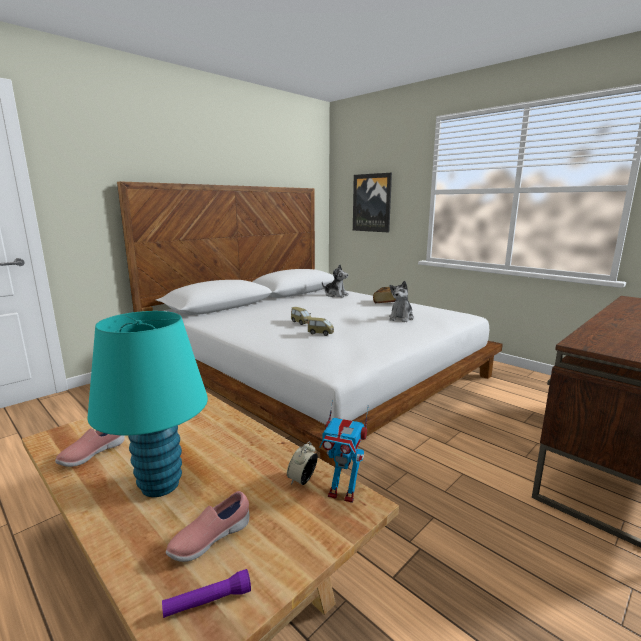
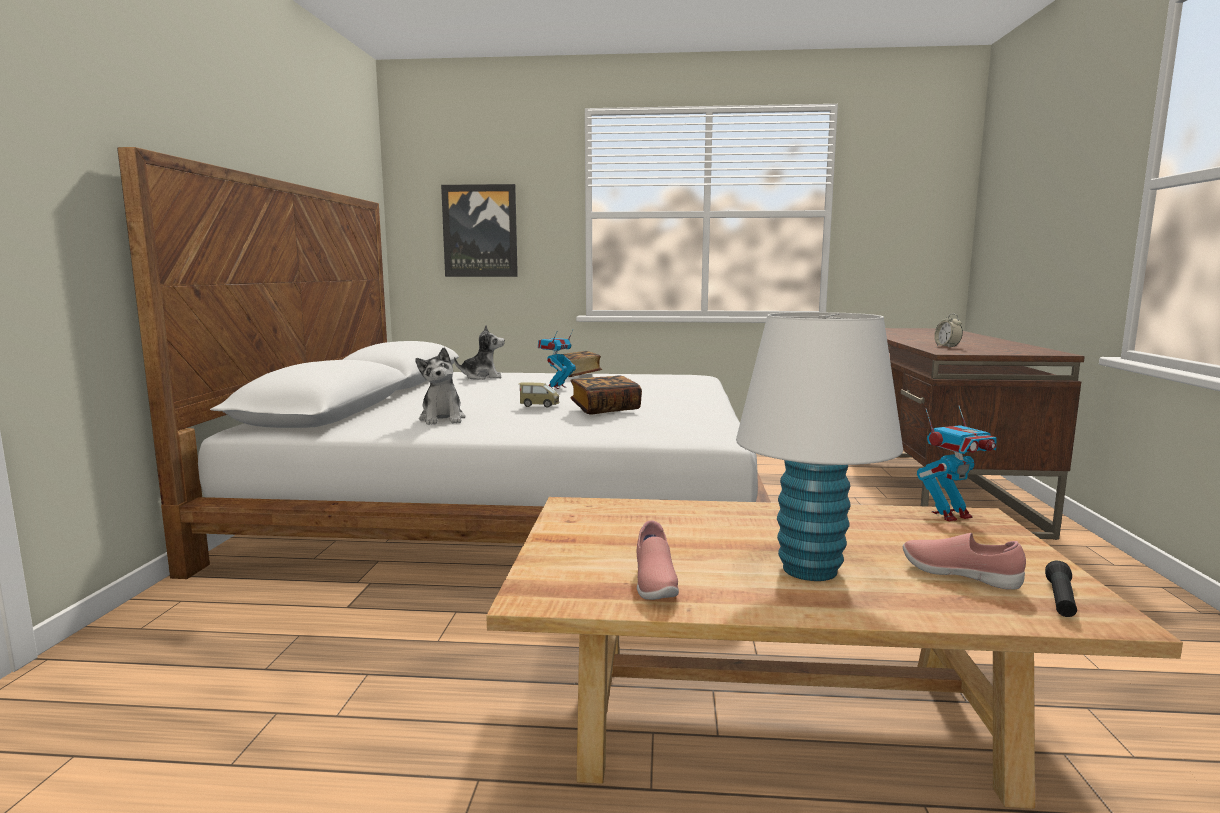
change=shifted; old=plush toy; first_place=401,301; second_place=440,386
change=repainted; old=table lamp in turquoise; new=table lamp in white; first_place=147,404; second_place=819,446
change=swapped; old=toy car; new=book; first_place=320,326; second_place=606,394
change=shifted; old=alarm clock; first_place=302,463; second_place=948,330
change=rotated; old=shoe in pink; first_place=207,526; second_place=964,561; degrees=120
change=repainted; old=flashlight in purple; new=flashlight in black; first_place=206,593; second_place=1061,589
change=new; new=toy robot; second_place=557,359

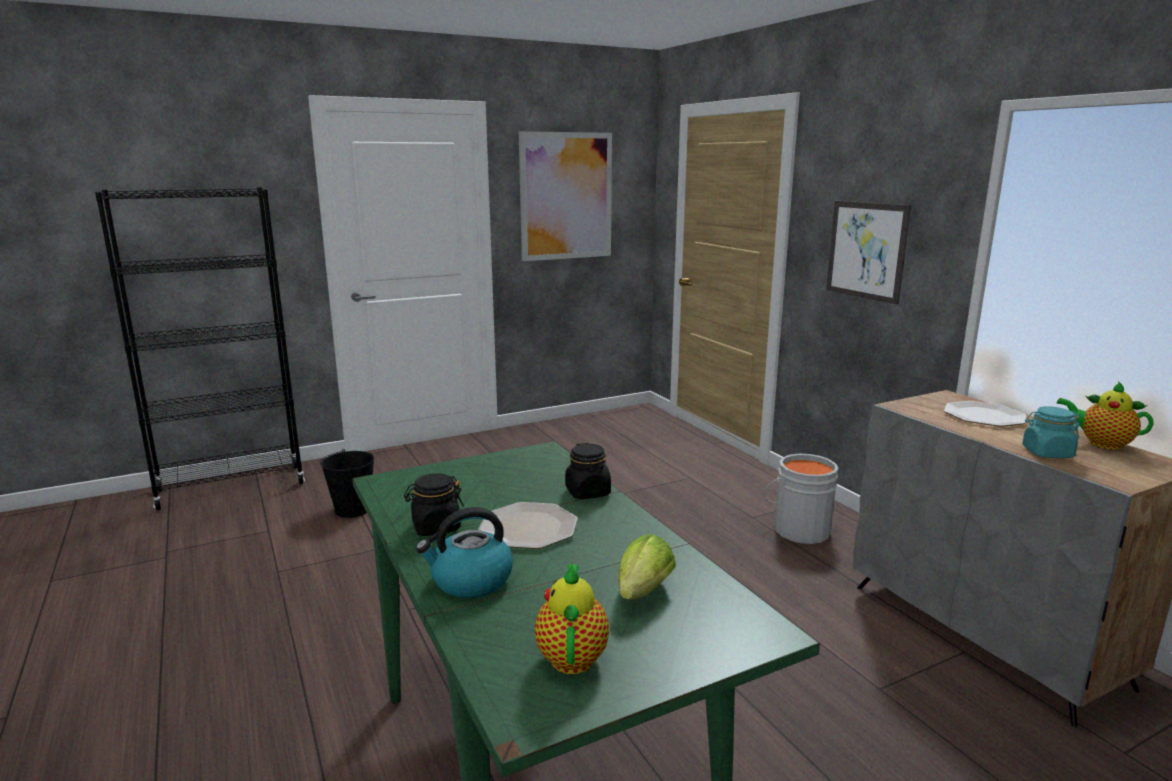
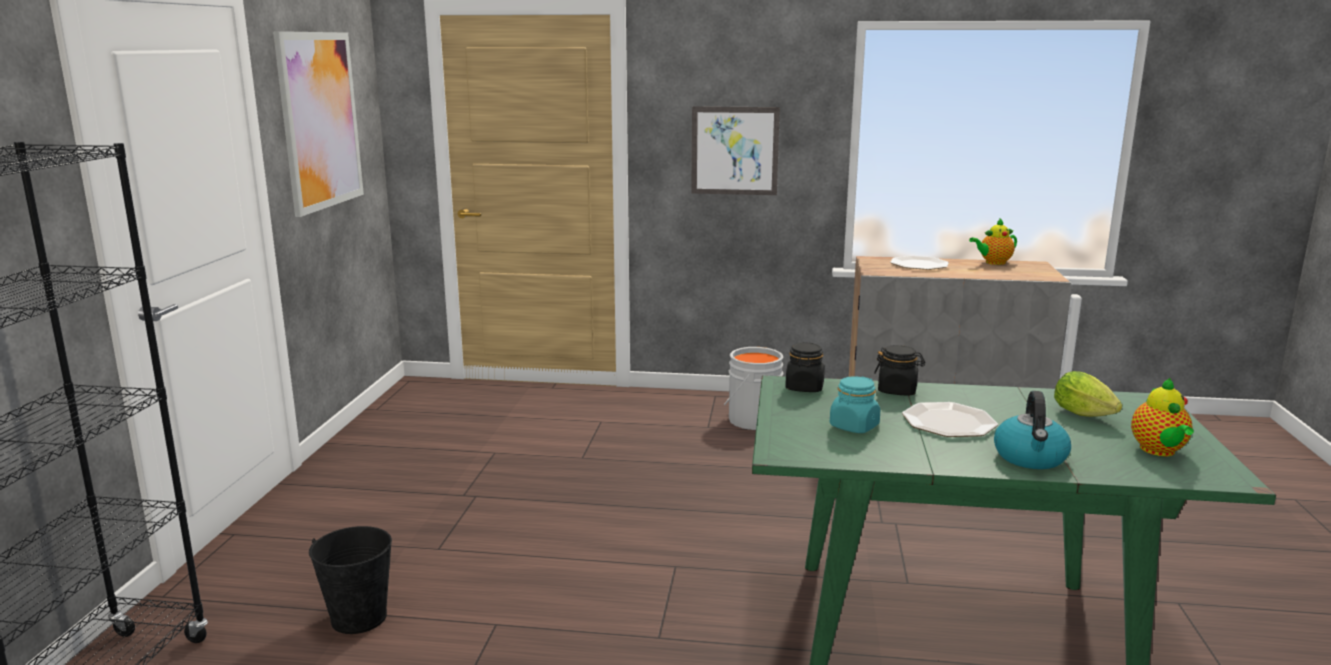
change=shifted; old=jar in turquoise; first_place=1051,432; second_place=855,404
change=shifted; old=jar in black; first_place=434,504; second_place=805,367
change=rotated; old=teapot; first_place=571,619; second_place=1162,417; degrees=-120

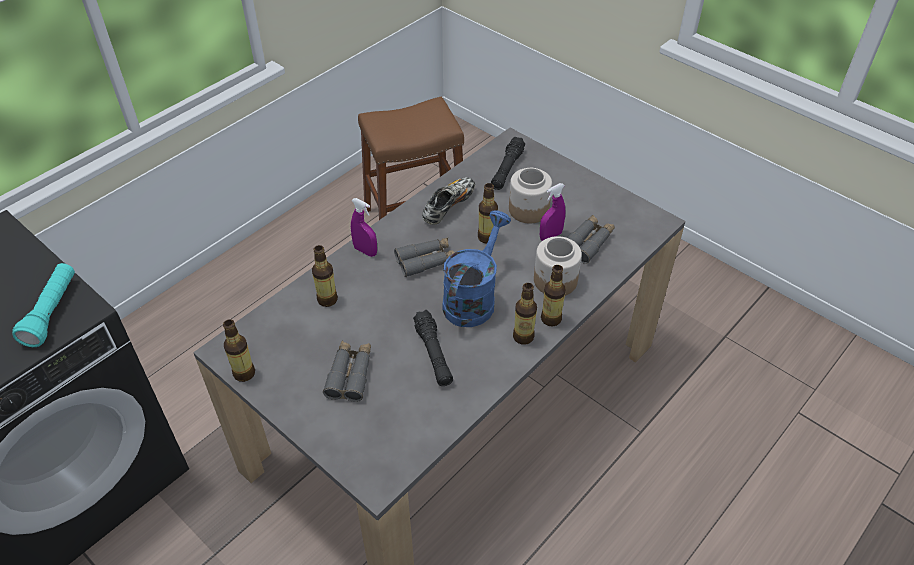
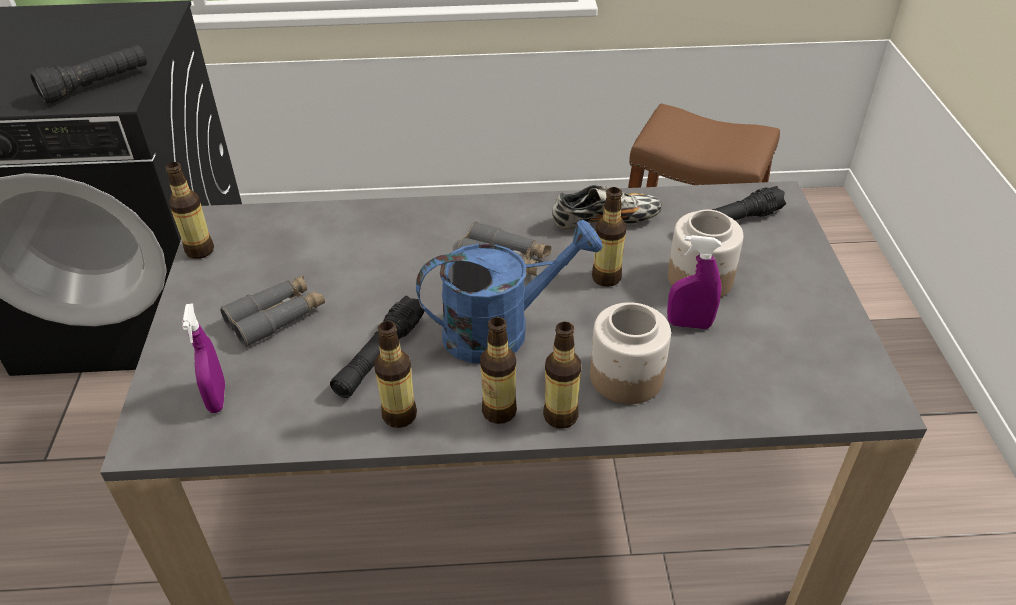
change=shifted; old=spray bottle in purple; first_place=364,227; second_place=203,358
change=gone; old=binoculars in grey; first_place=591,239
change=shifted; old=bottle; first_place=325,276; second_place=395,374
change=repainted; old=flashlight in turquoise; new=flashlight in black; first_place=43,305; second_place=88,74

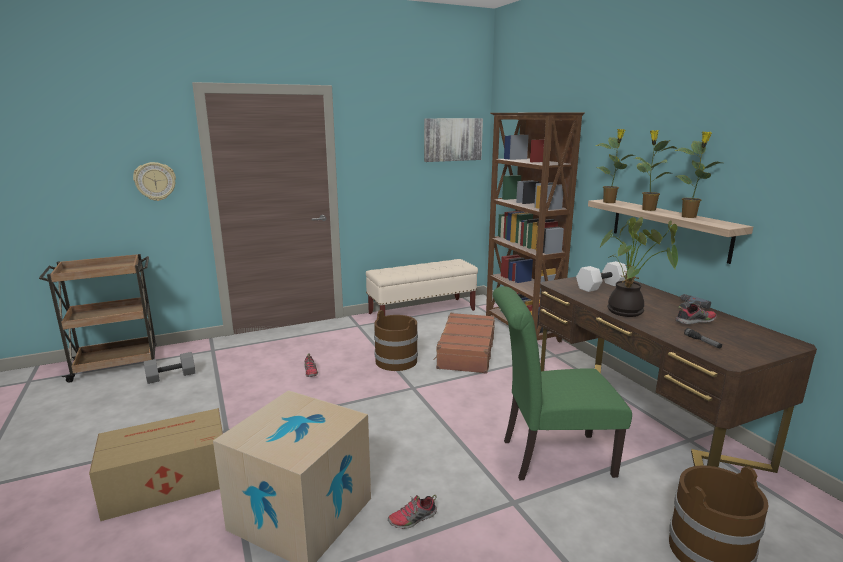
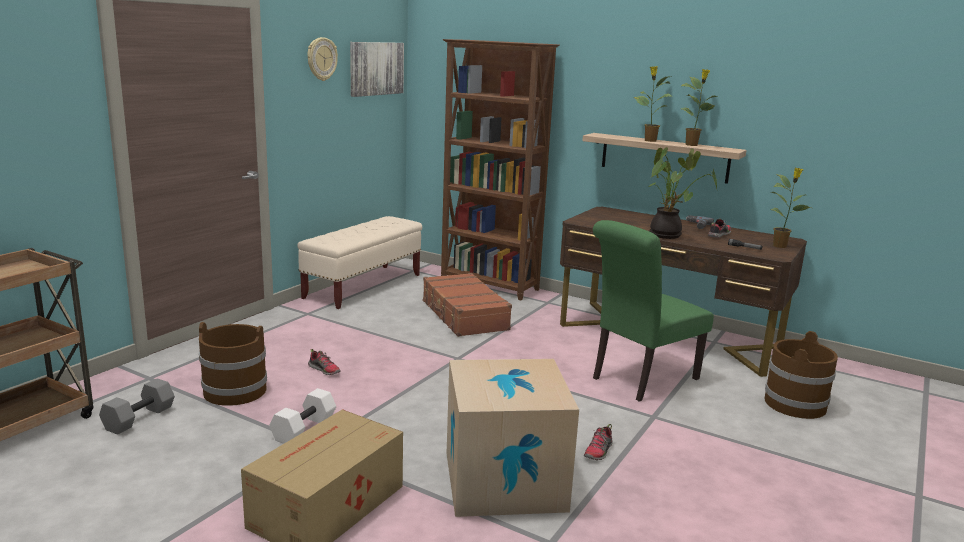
change=shifted; old=potted plant; first_place=616,166; second_place=790,208
change=shifted; old=wall clock; first_place=154,181; second_place=322,59
change=shifted; old=dumbbell in white; first_place=601,276; second_place=302,416
change=shifted; old=bucket in brown; first_place=396,340; second_place=233,364

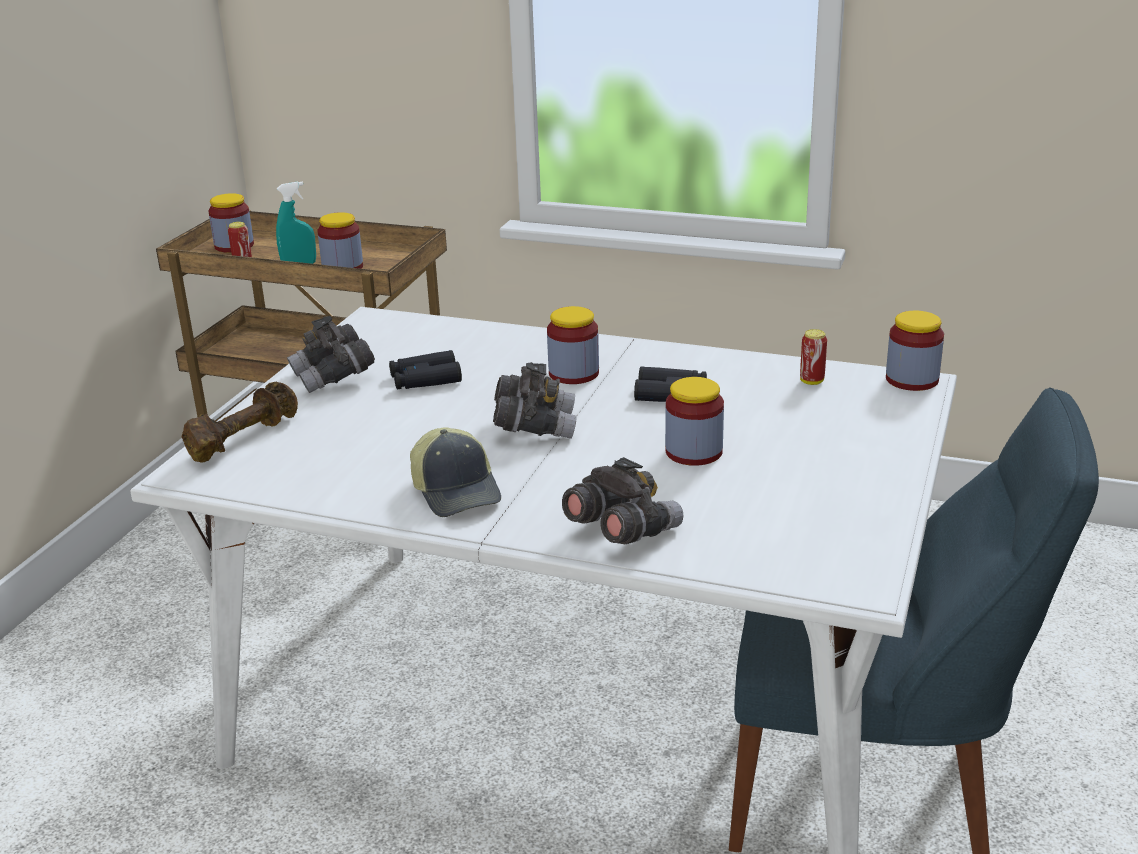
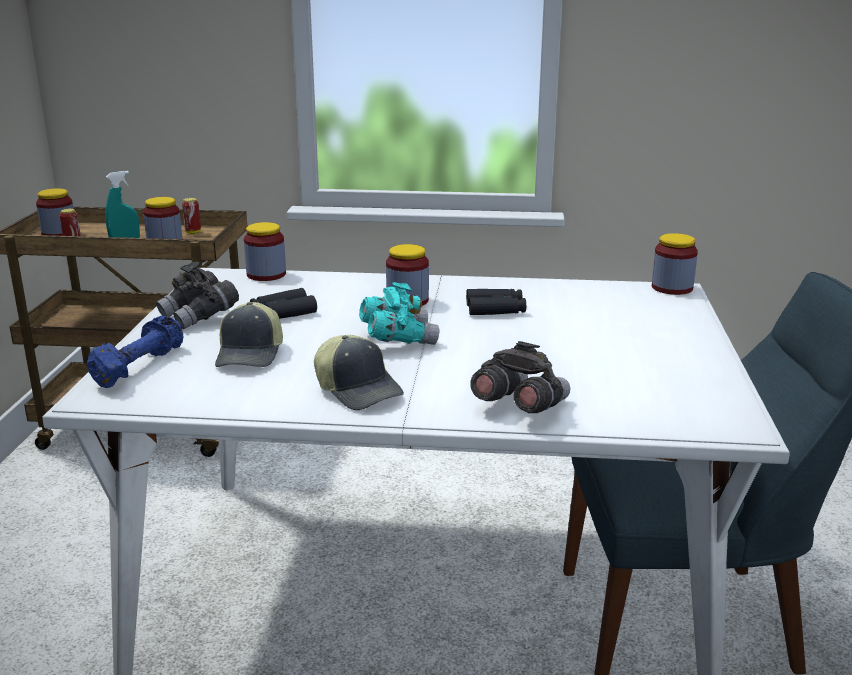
change=shifted; old=can; first_place=813,357; second_place=191,216
change=repainted; old=binoculars in grey; new=binoculars in turquoise; first_place=535,400; second_place=399,313
change=shifted; old=jar; first_place=694,421; second_place=265,251
change=repainted; old=dumbbell in brown; new=dumbbell in blue; first_place=239,422; second_place=135,351
change=new; new=cap; second_place=249,334

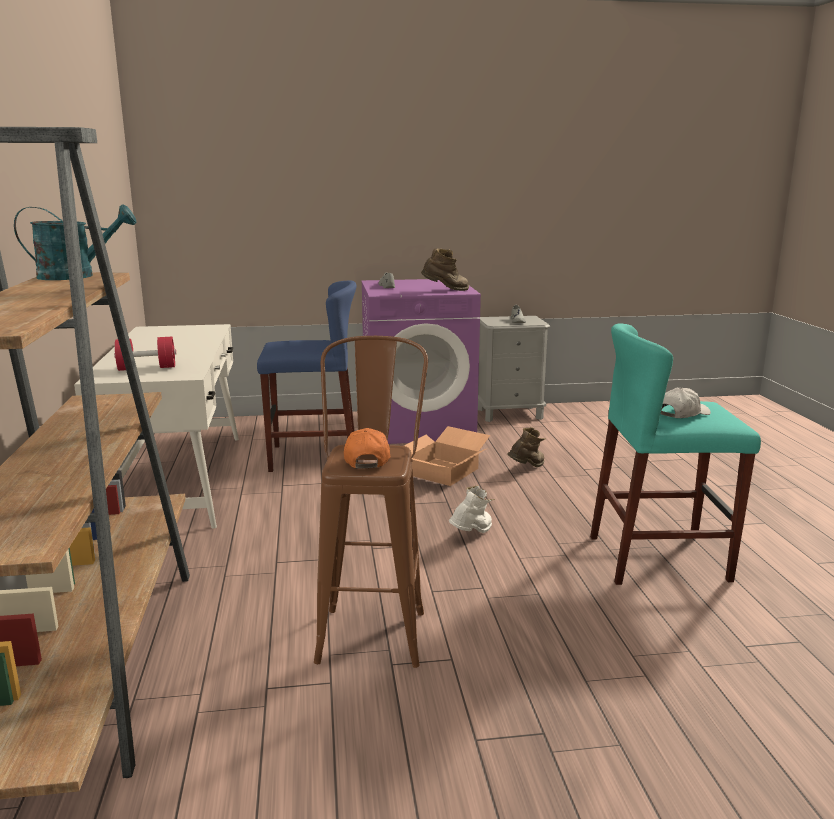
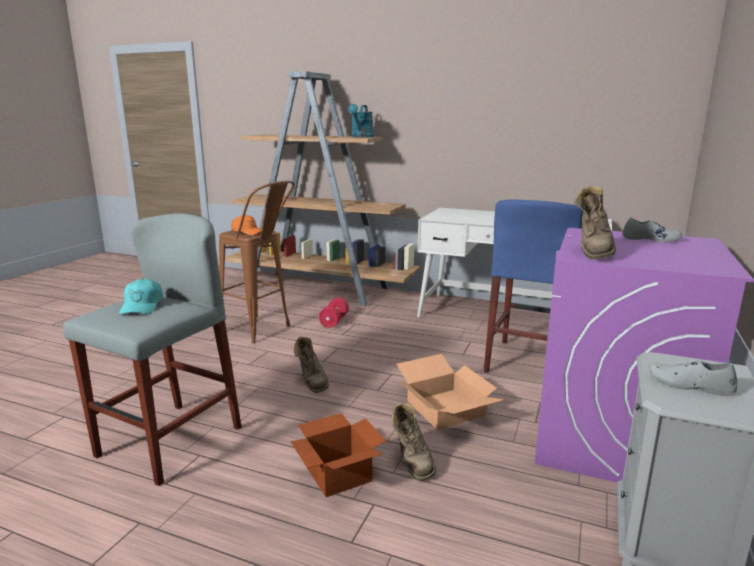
change=repainted; old=stool in turquoise; new=stool in grey; first_place=675,454; second_place=152,349
change=shifted; old=dumbbell in red; first_place=145,354; second_place=334,312
change=repainted; old=cap in white; new=cap in turquoise; first_place=686,403; second_place=141,297
change=repainted; old=boot in white; new=boot in brown; first_place=472,509; second_place=311,364
change=new; new=cardboard box; second_place=338,455

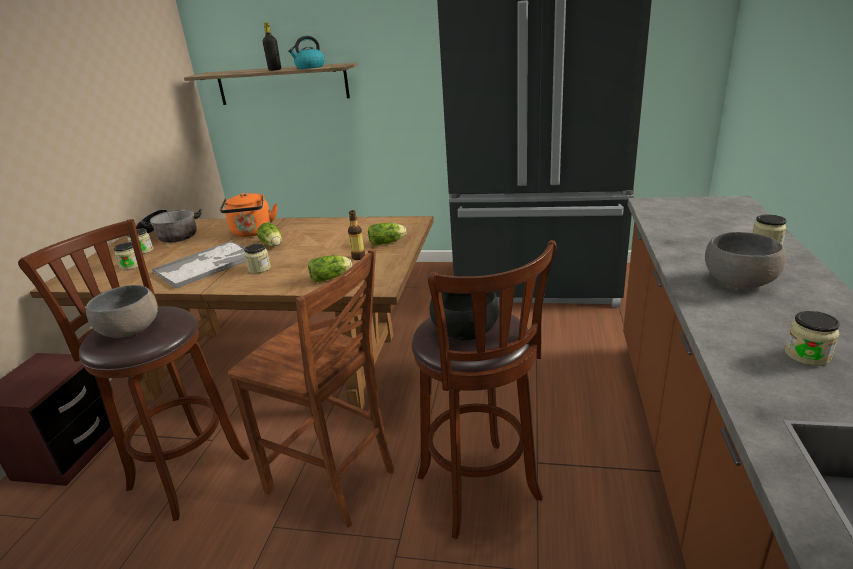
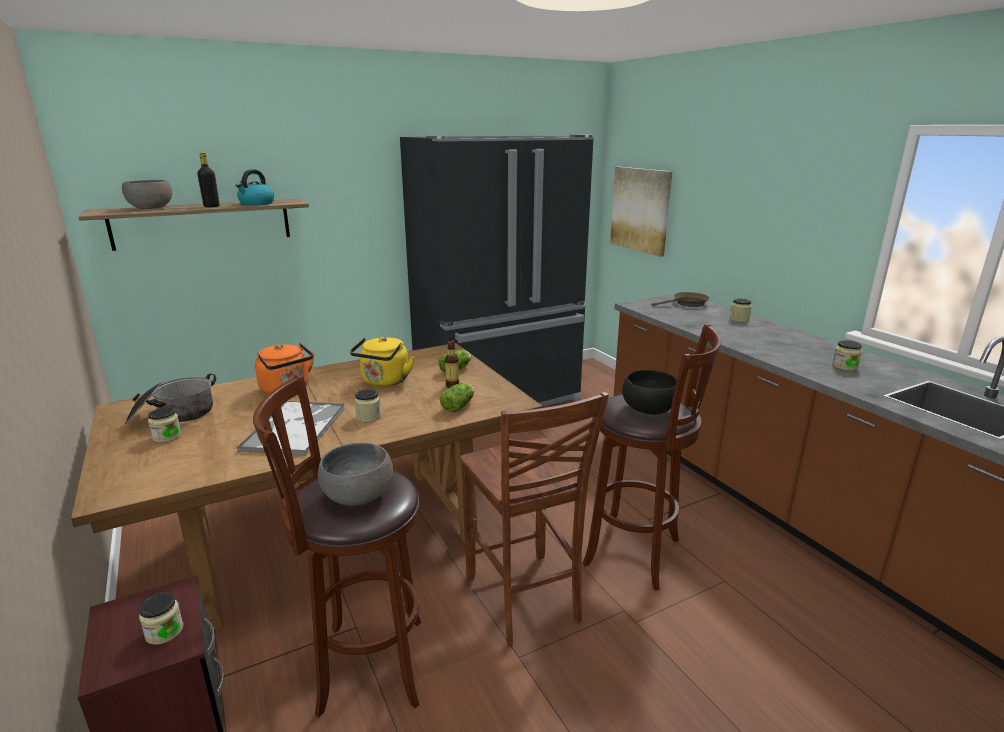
change=gone; old=lettuce; first_place=269,234
change=shifted; old=bowl in grey; first_place=745,260; second_place=147,194
change=shifted; old=jar; first_place=126,256; second_place=161,618
change=rotated; old=chair in brown; first_place=311,388; second_place=534,519; degrees=75
change=new; new=picture; second_place=641,212
change=new; new=frying pan in brown; second_place=680,299
change=new; new=kettle in yellow; second_place=382,362

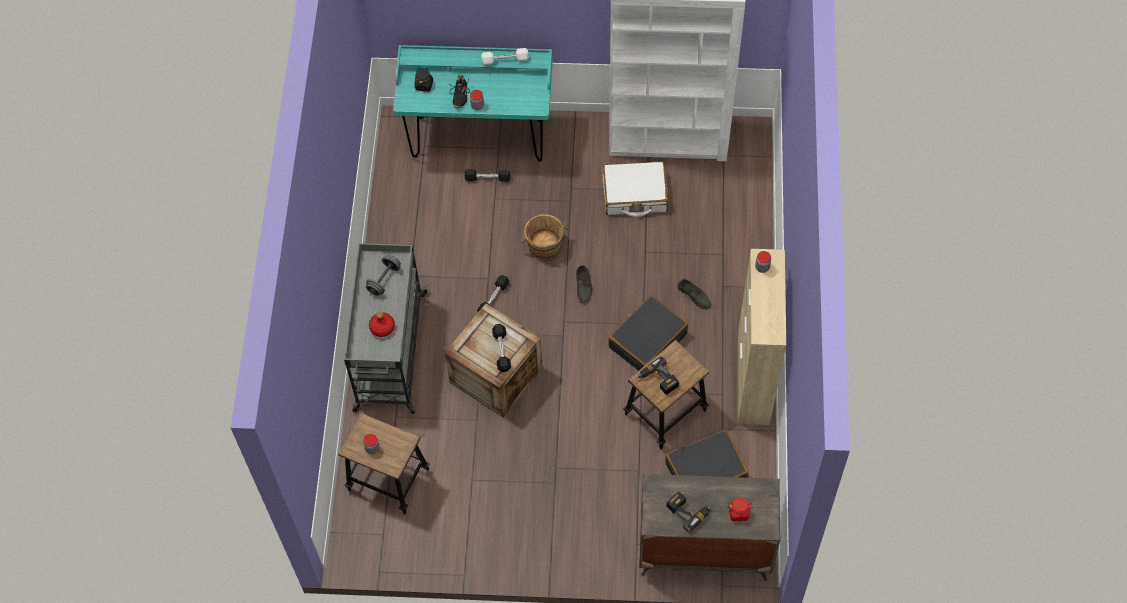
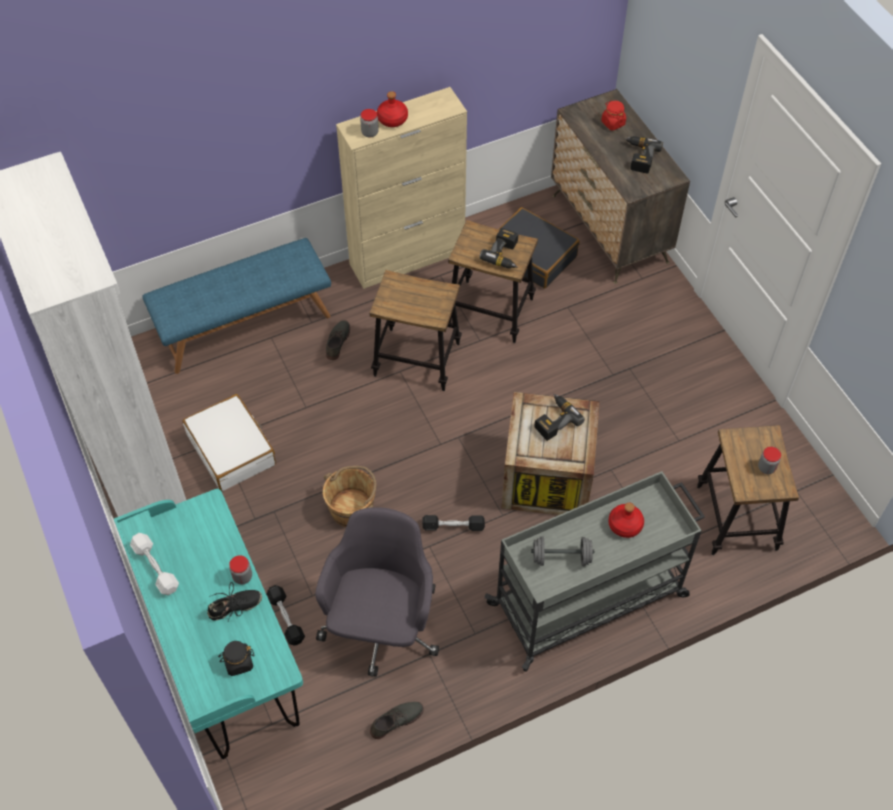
change=shifted; old=shoe in grey; first_place=584,284; second_place=397,720
change=swapped; old=suitcase in black; new=stool; first_place=648,333; second_place=416,330
change=swapped; old=dumbbell in black; new=power drill; first_place=501,348; second_place=560,417
change=new; new=bottle in red; second_place=392,109
change=new; new=bench in blue; second_place=236,306
change=new; new=office chair in grey; second_place=377,592

